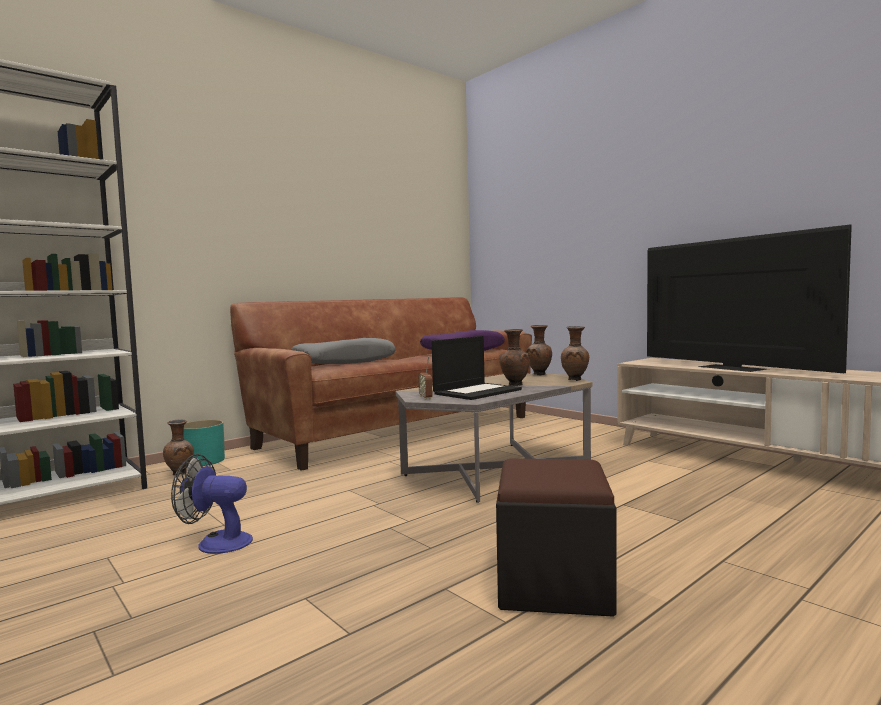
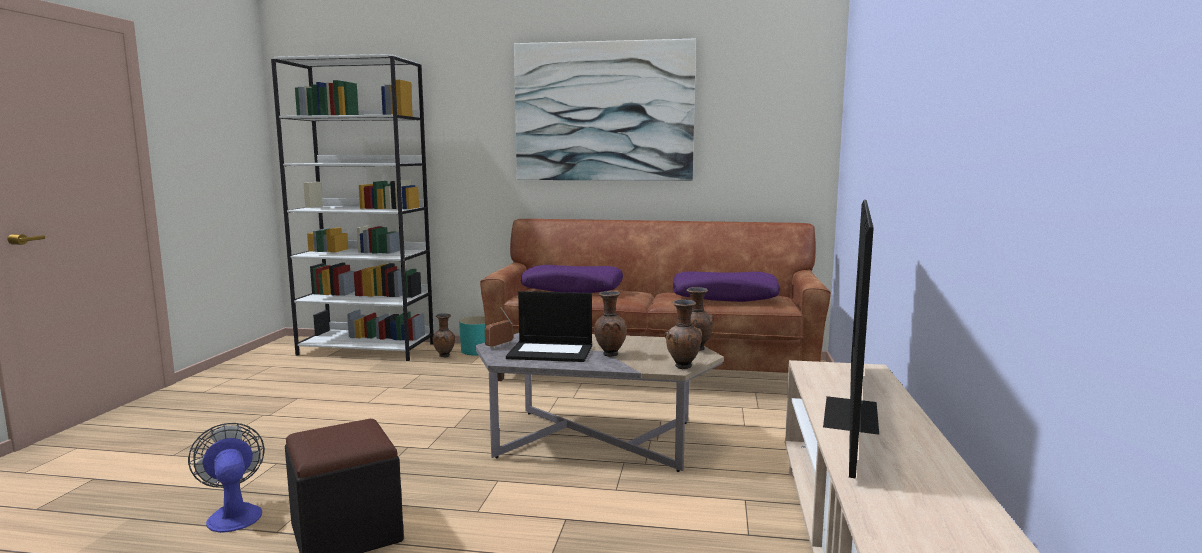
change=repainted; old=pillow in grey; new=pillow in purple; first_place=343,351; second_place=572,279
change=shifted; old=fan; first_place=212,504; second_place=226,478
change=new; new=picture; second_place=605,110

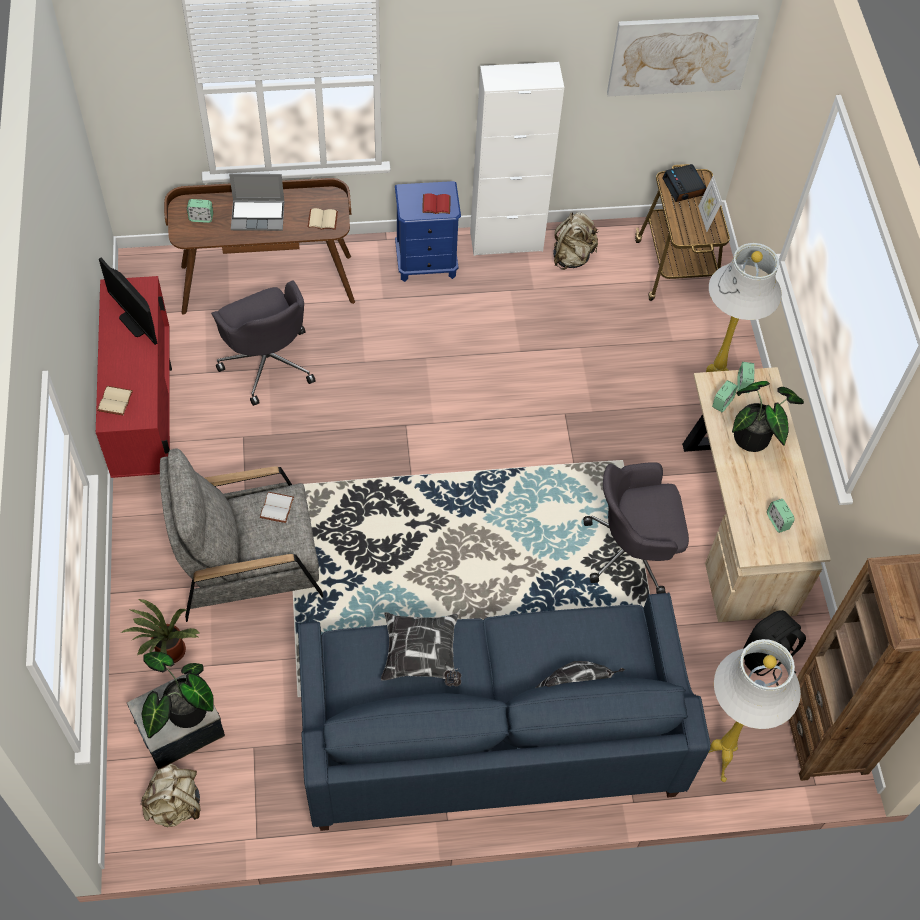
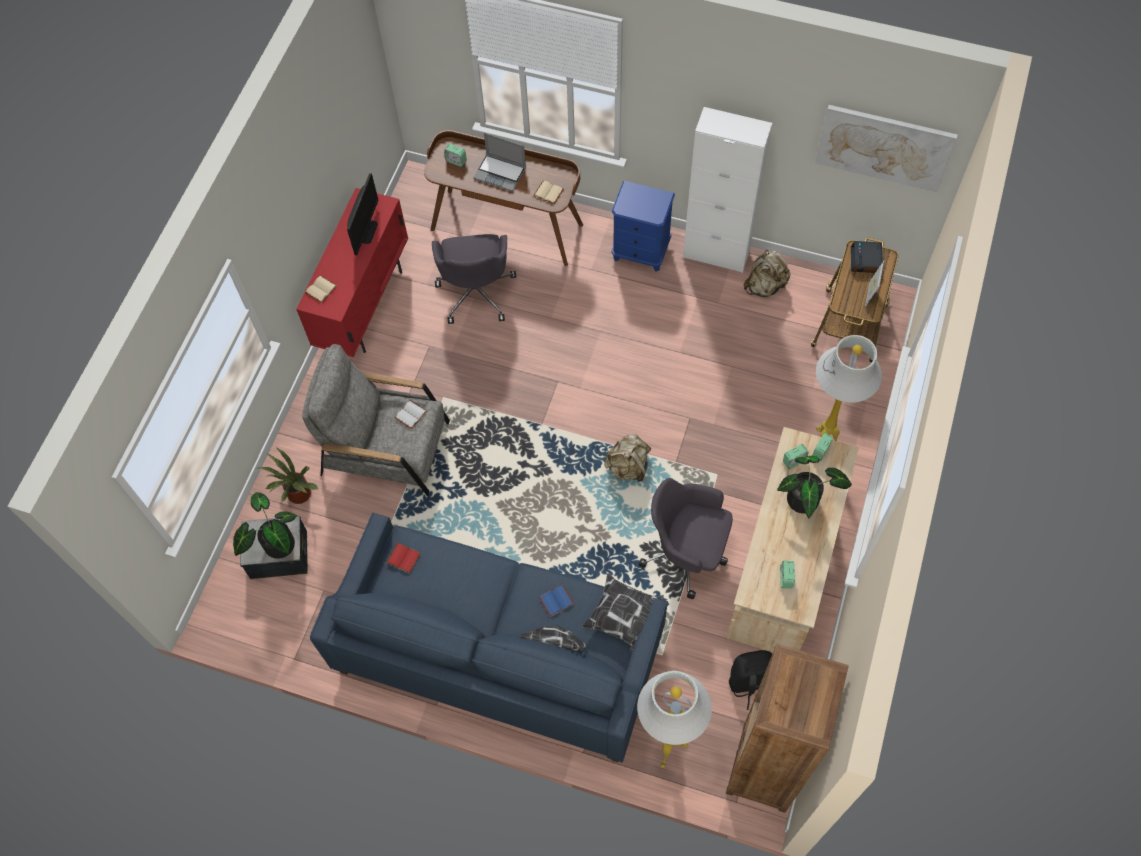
change=shifted; old=book in red; first_place=436,203; second_place=403,558
change=rotated; old=monitor; first_place=128,301; second_place=362,214; degrees=-150
change=shifted; old=pillow; first_place=421,649; second_place=623,613
change=shifted; old=backpack in beige; first_place=171,795; second_place=628,458
change=new; new=book in blue; second_place=556,600

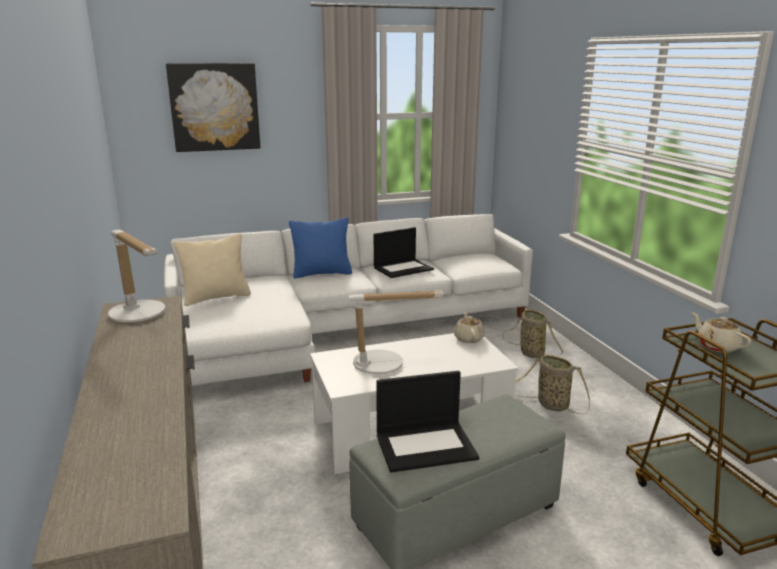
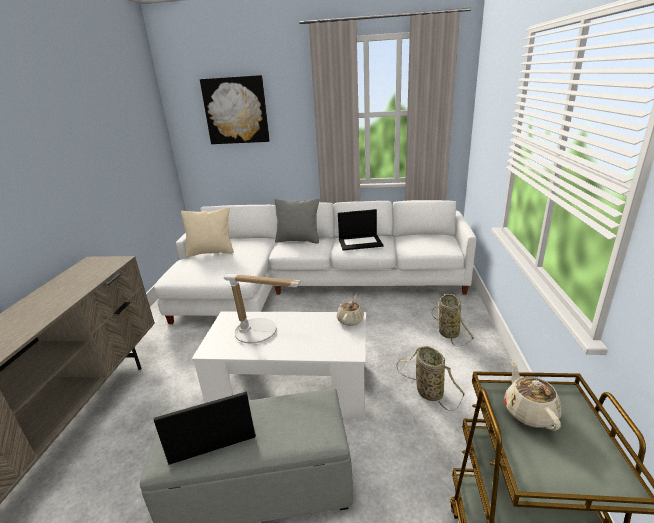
change=repainted; old=pillow in blue; new=pillow in grey; first_place=320,247; second_place=297,220
change=gone; old=table lamp; first_place=137,276
change=rotated; old=laptop; first_place=427,422; second_place=205,428; degrees=150

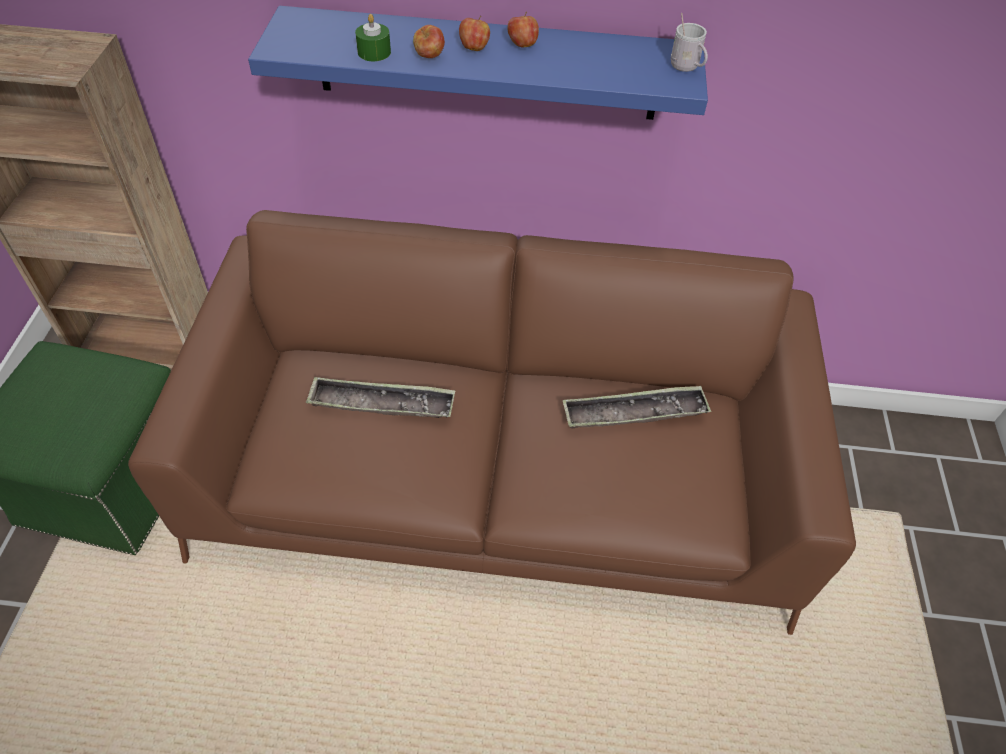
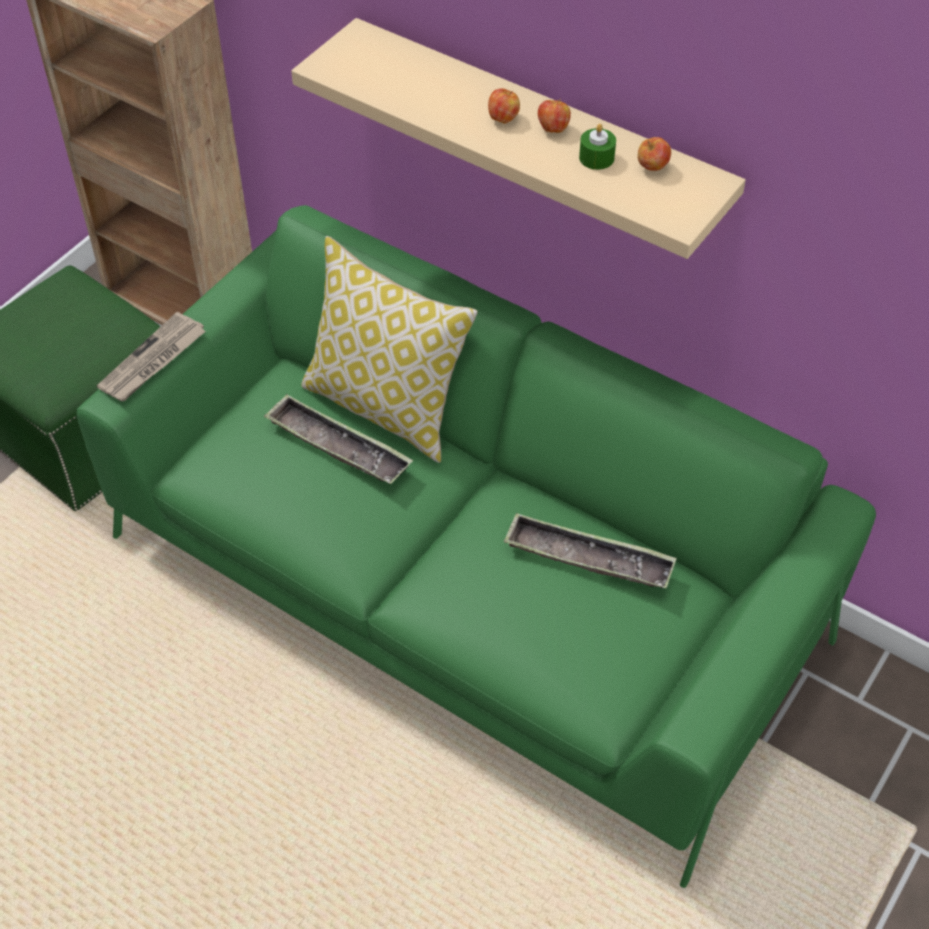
change=repainted; old=shelf in blue; new=shelf in beige; first_place=478,63; second_place=518,138
change=gone; old=mug in white; first_place=689,42
change=shifted; old=candle in green; first_place=373,37; second_place=597,147
change=shifted; old=apple; first_place=429,41; second_place=654,154
change=repainted; old=sofa in brown; new=sofa in green; first_place=492,422; second_place=476,546
change=new; new=pillow; second_place=389,349
change=new; new=newspaper; second_place=151,356

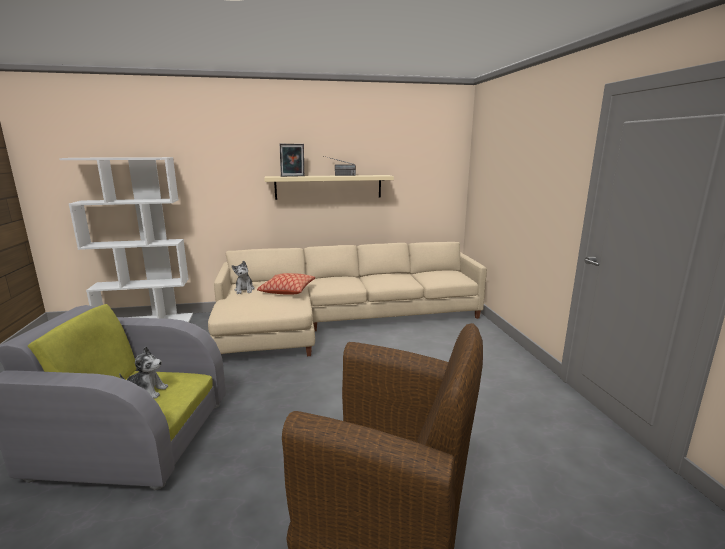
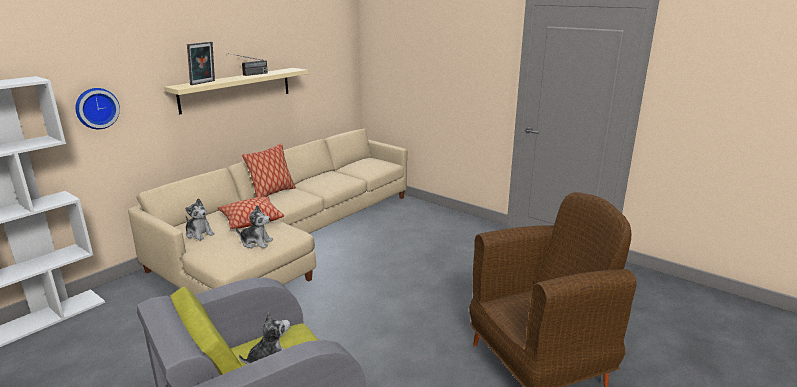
change=new; new=wall clock; second_place=97,108
change=new; new=pillow; second_place=269,170
change=new; new=plush toy; second_place=254,226

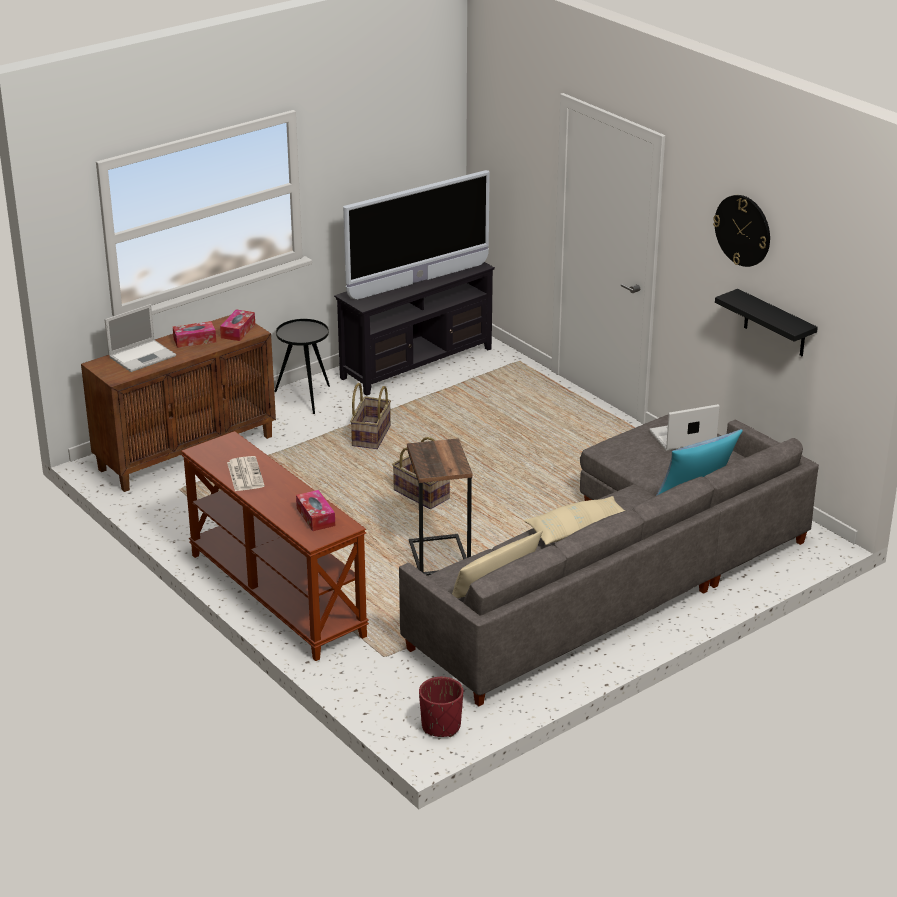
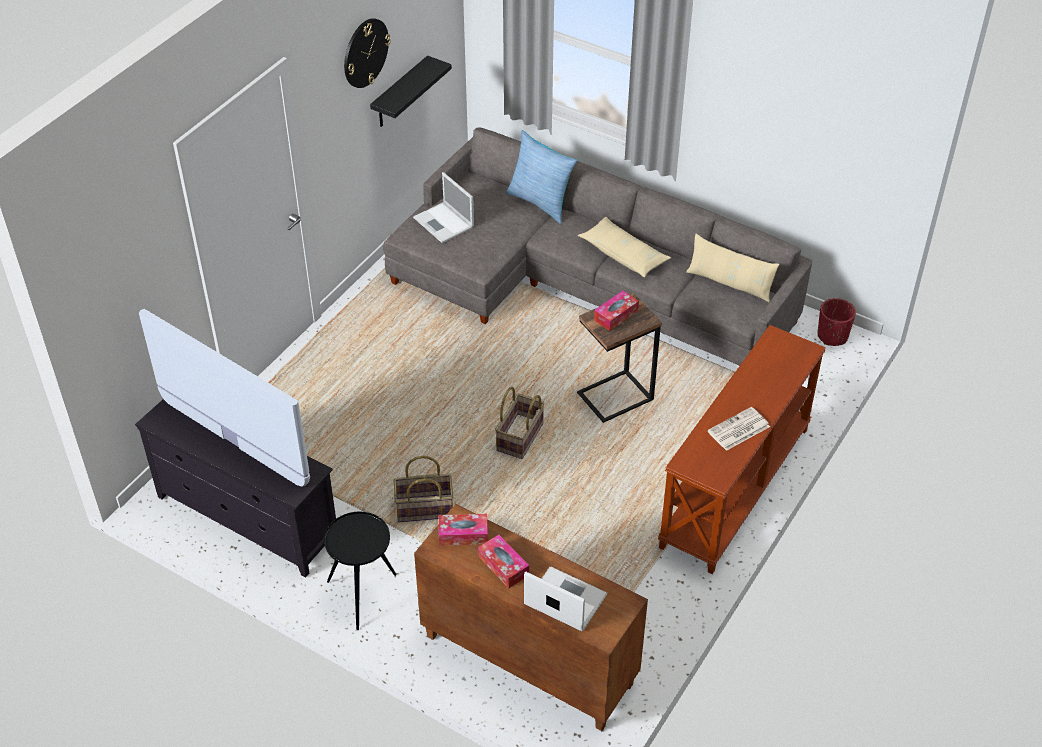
change=shifted; old=tissue box; first_place=315,510; second_place=616,311

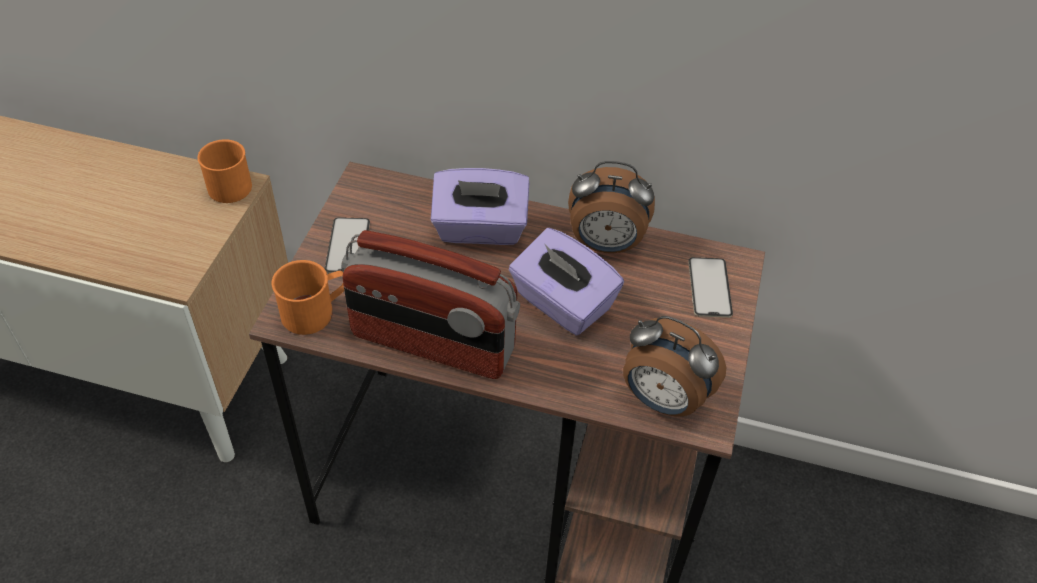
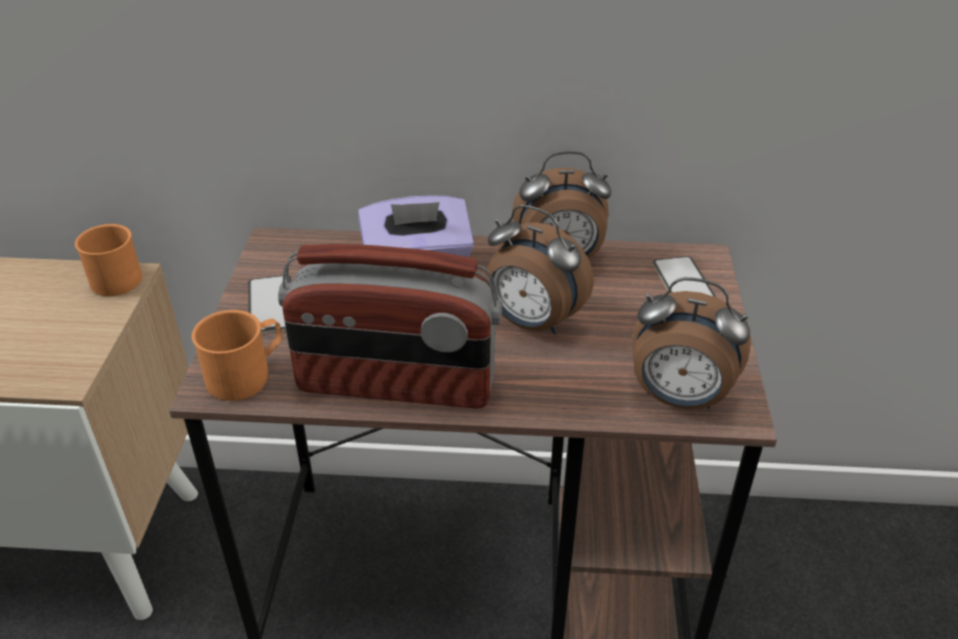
change=swapped; old=tissue box in purple; new=alarm clock; first_place=566,281; second_place=540,270

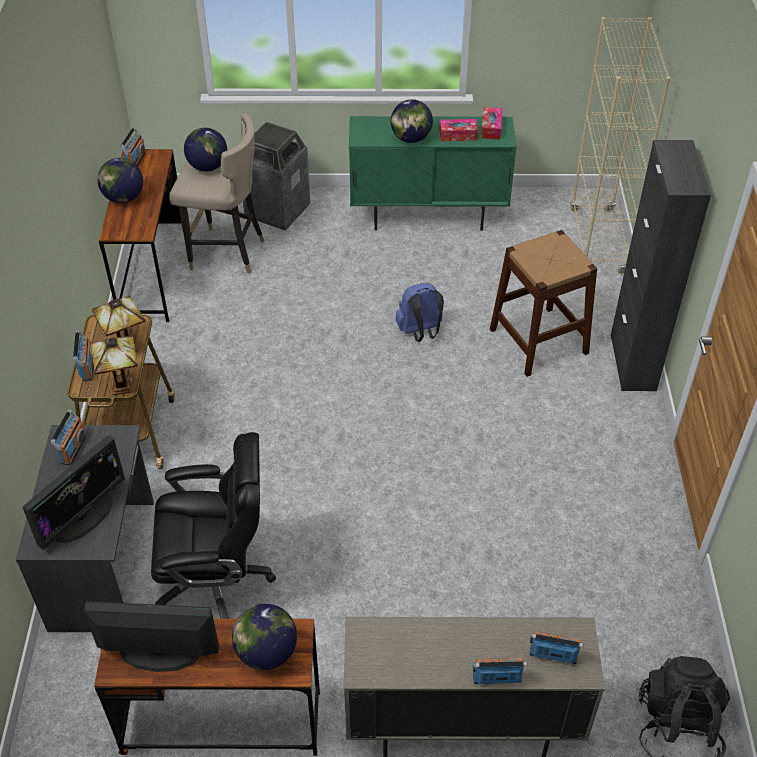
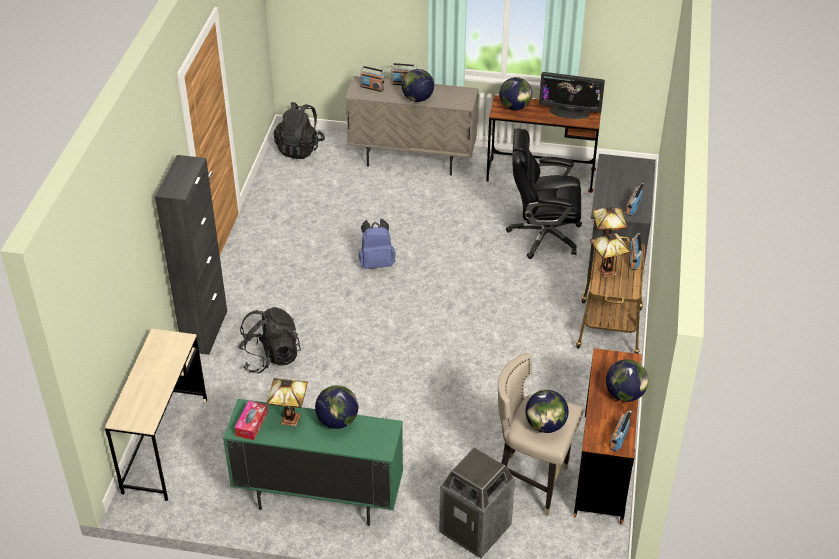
change=swapped; old=bookcase in beige; new=desk in beige; first_place=620,145; second_place=156,415
change=swapped; old=tissue box; new=table lamp; first_place=459,130; second_place=287,402
change=swapped; old=stool in brown; new=backpack in black; first_place=543,303; second_place=269,340
change=shifted; old=backpack in blue; first_place=420,312; second_place=377,244
change=gone; old=monitor; first_place=74,493
change=new; new=globe; second_place=418,85

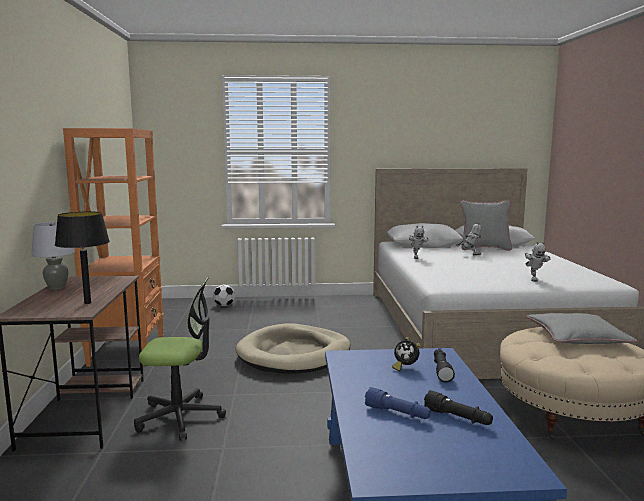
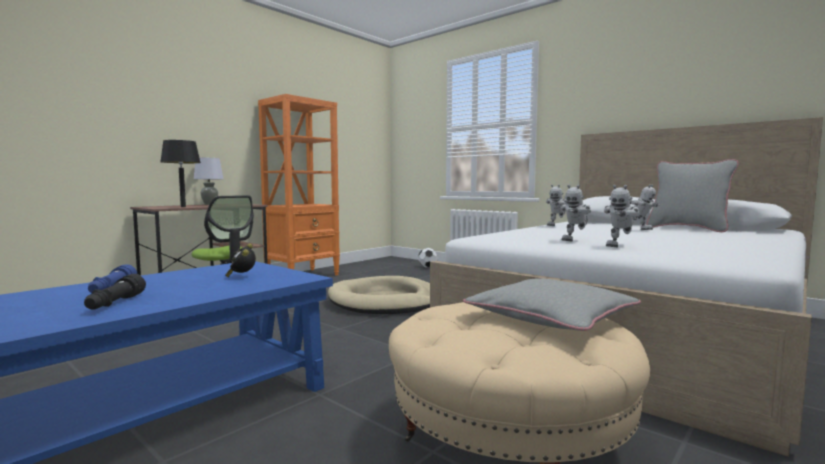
change=gone; old=flashlight in black; first_place=444,365
change=new; new=toy robot; second_place=576,213

